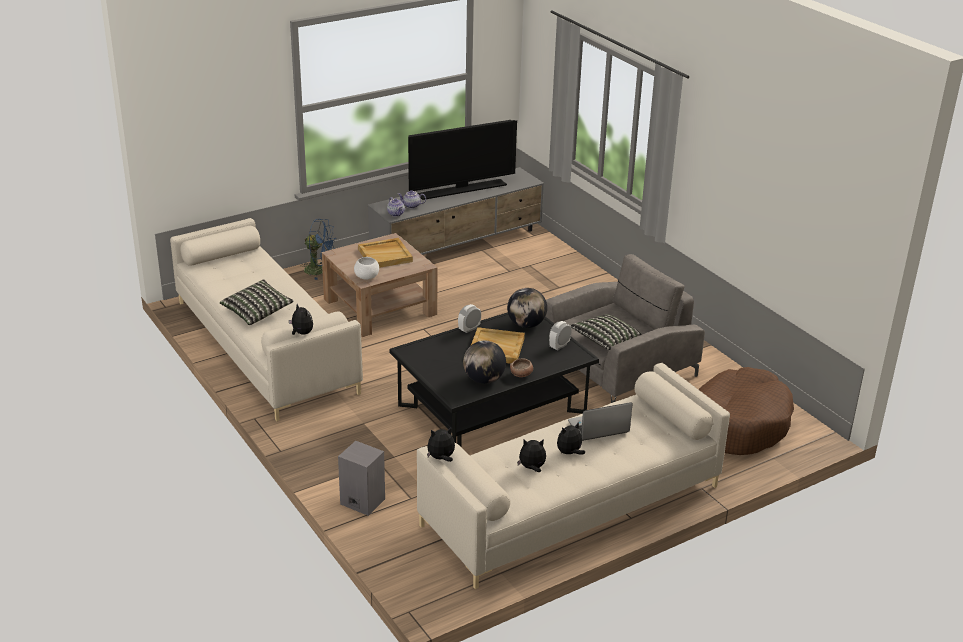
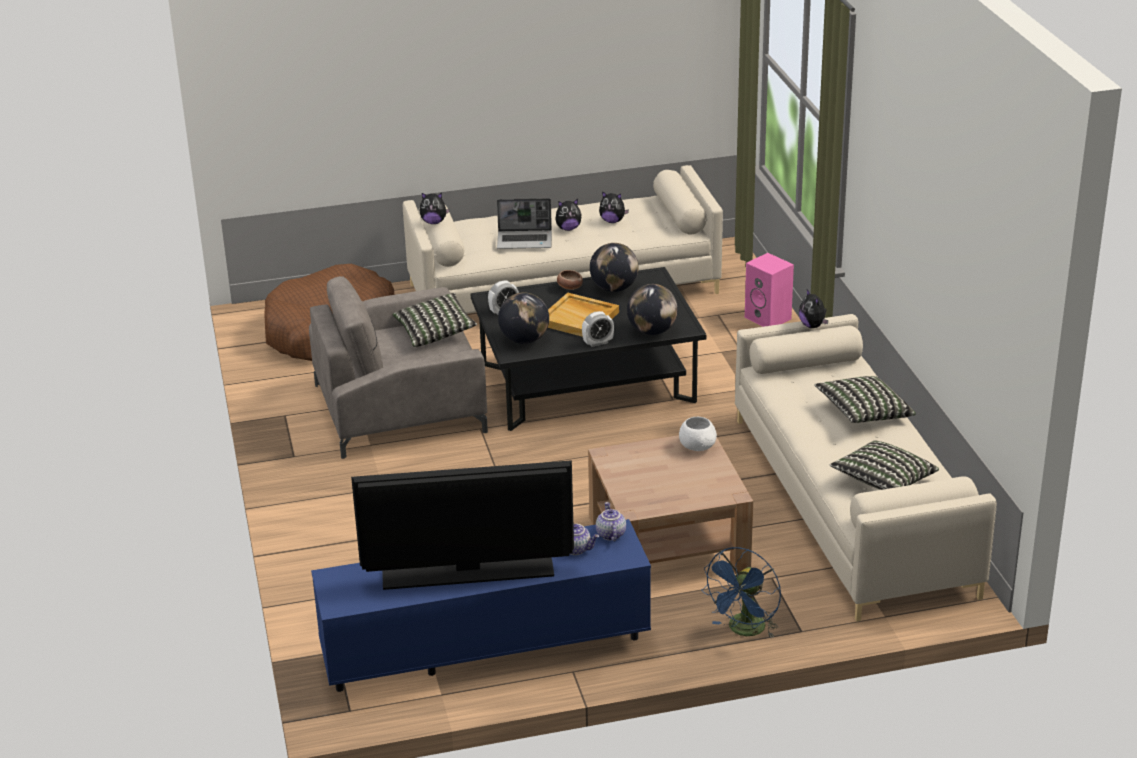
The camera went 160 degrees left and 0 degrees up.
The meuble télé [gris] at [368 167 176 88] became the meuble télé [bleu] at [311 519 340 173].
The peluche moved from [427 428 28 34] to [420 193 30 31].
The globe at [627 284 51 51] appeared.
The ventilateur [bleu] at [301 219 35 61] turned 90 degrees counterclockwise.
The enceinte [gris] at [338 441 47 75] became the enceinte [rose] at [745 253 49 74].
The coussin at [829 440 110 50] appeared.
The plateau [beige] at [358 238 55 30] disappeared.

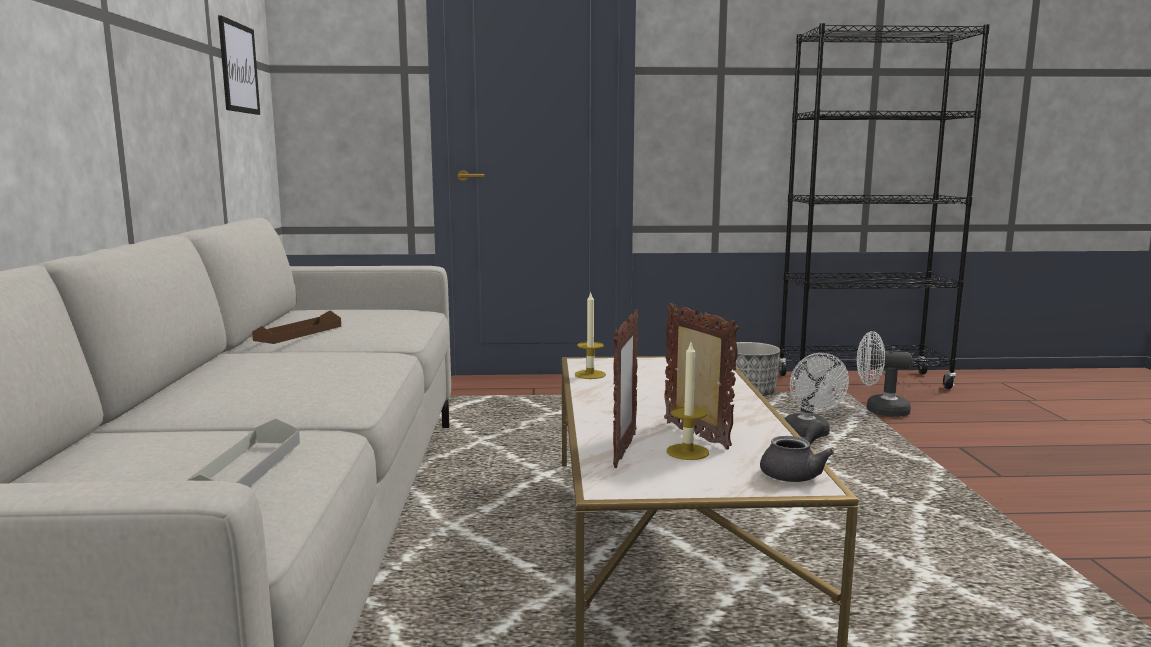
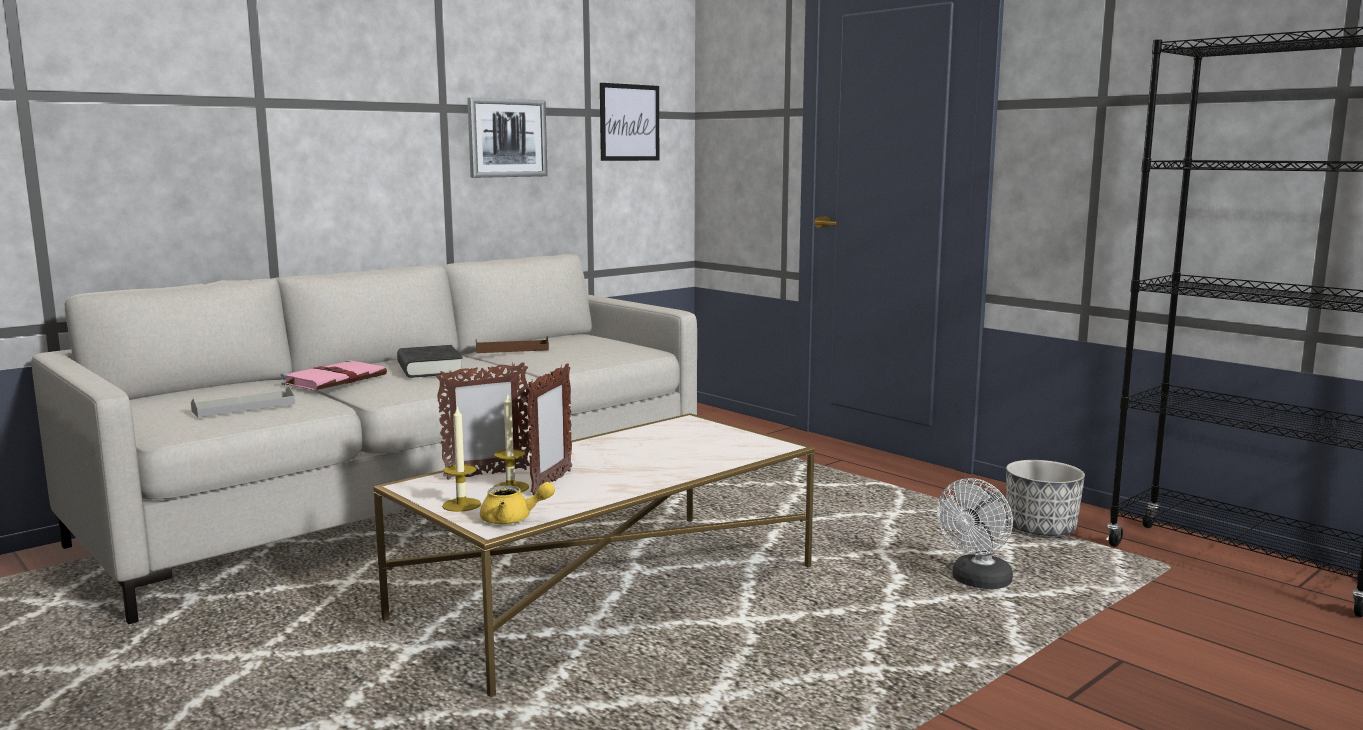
The camera went 50 degrees right and 0 degrees up.
The livre [rose] at [281 360 106 31] appeared.
The livre [noir] at [397 345 66 33] appeared.
The bougie moved from [575 291 31 88] to [442 407 39 105].
The tableau at [467 98 81 80] appeared.
The théière [gris] at [760 419 74 63] became the théière [jaune] at [480 482 75 42].
The ventilateur [blanc] at [857 331 55 86] disappeared.

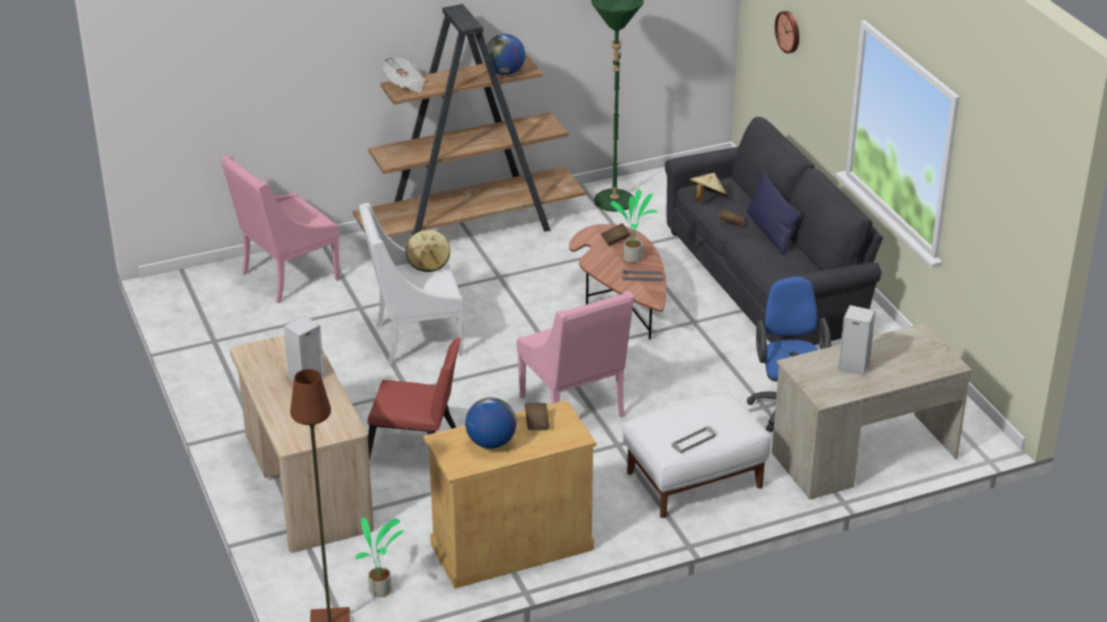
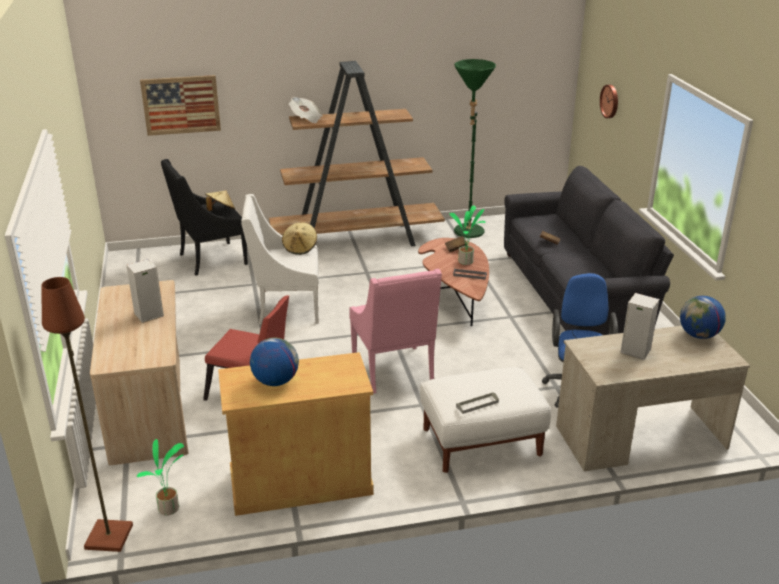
The camera went 10 degrees right and 5 degrees down.
The tableau at [140 75 81 61] appeared.
The fauteuil [rose] at [221 155 119 148] became the fauteuil [noir] at [161 159 87 117].
The chapeau [beige] moved from [689 173 39 29] to [205 190 30 21].
The globe moved from [487 34 39 41] to [680 296 46 43].
The livre [marron] at [525 403 25 27] disappeared.
The coussin [bleu] at [747 172 54 83] disappeared.

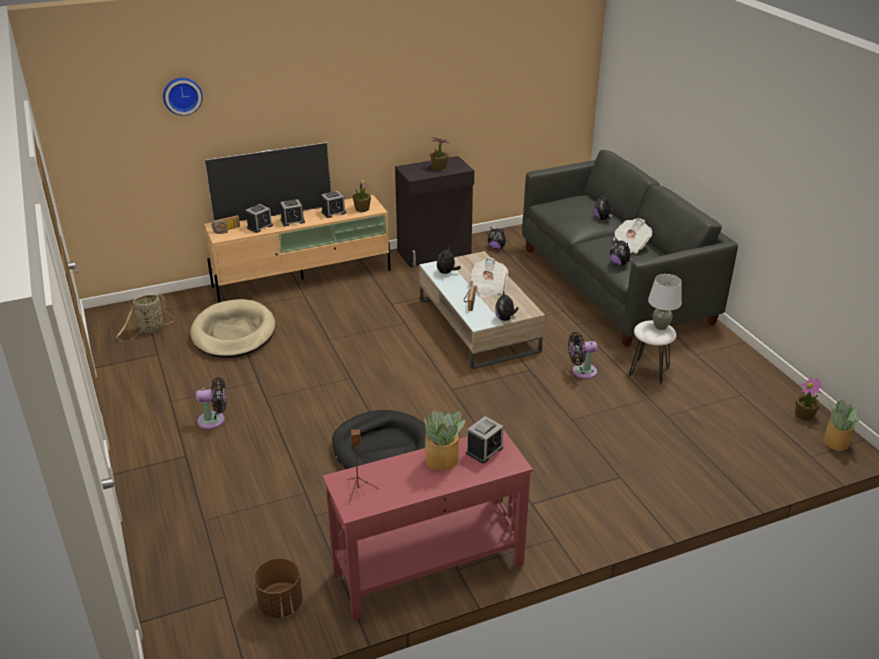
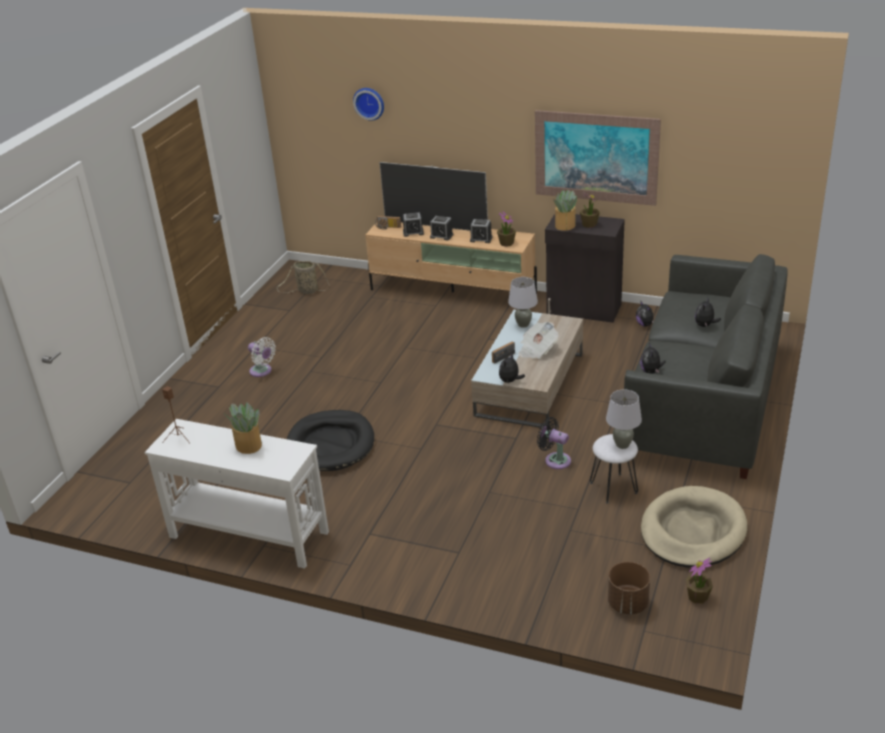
The camera went 45 degrees right and 0 degrees up.
The table console [rouge] at [323 429 210 191] became the table console [blanc] at [145 419 184 150].
The ventilateur [noir] at [196 377 30 52] became the ventilateur [blanc] at [248 337 28 40].
The peluche at [437 247 24 27] was replaced by the lampe de table [gris] at [508 277 30 51].
The tableau at [535 110 126 96] appeared.
The plante en pot moved from [824 399 37 52] to [553 190 24 41].
The cache-pot [marron] moved from [254 558 49 60] to [608 562 42 53].
The panier pour chien [beige] moved from [190 299 85 59] to [641 486 107 82].
The réveil at [466 416 38 47] disappeared.
The journal at [613 218 39 35] disappeared.

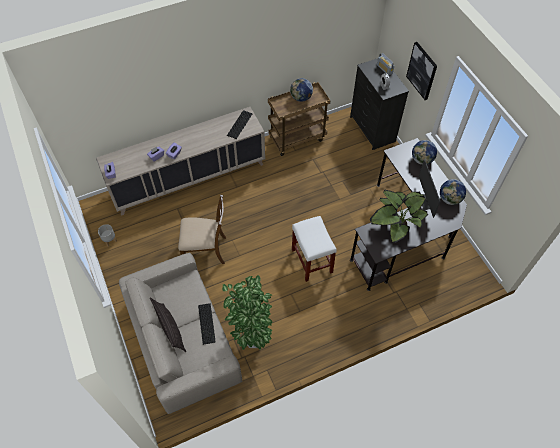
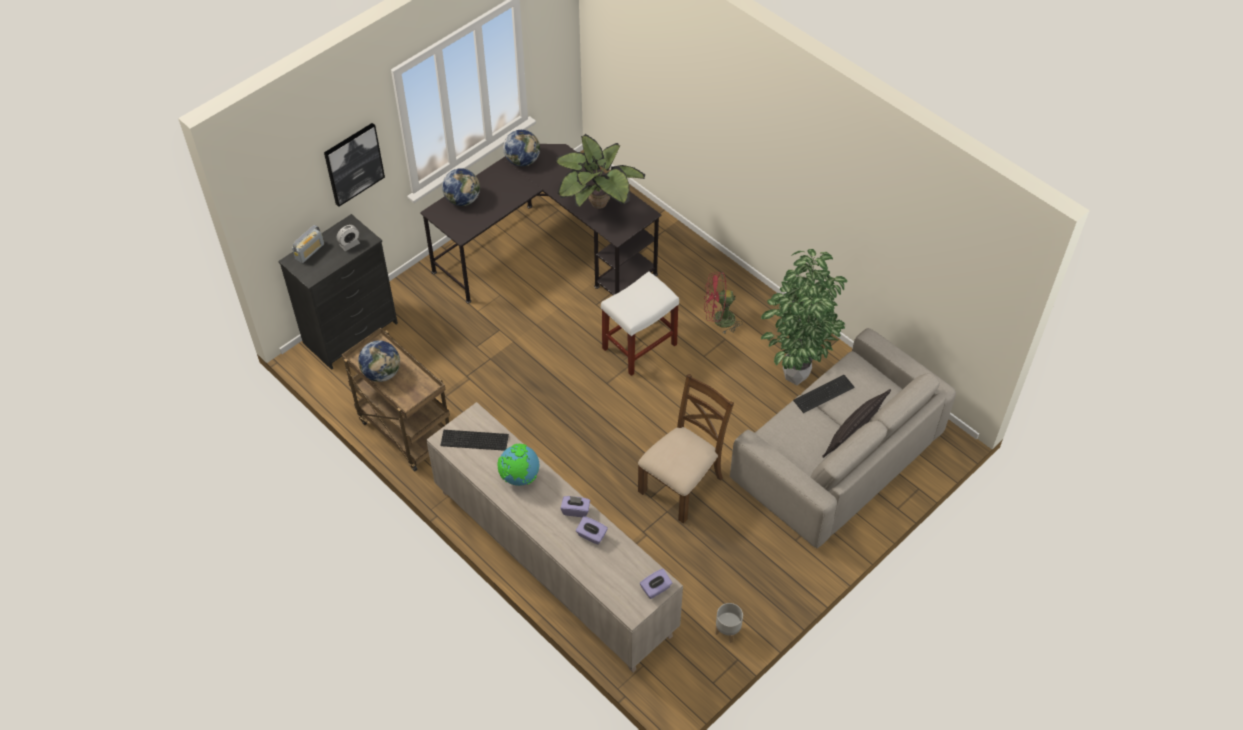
The camera went 110 degrees left and 5 degrees down.
The globe at [498 444 41 42] appeared.
The chaise [marron] at [178 195 48 69] turned 60 degrees clockwise.
The ventilateur [rouge] at [704 272 39 62] appeared.
The écran d'ordinateur at [419 159 22 59] disappeared.

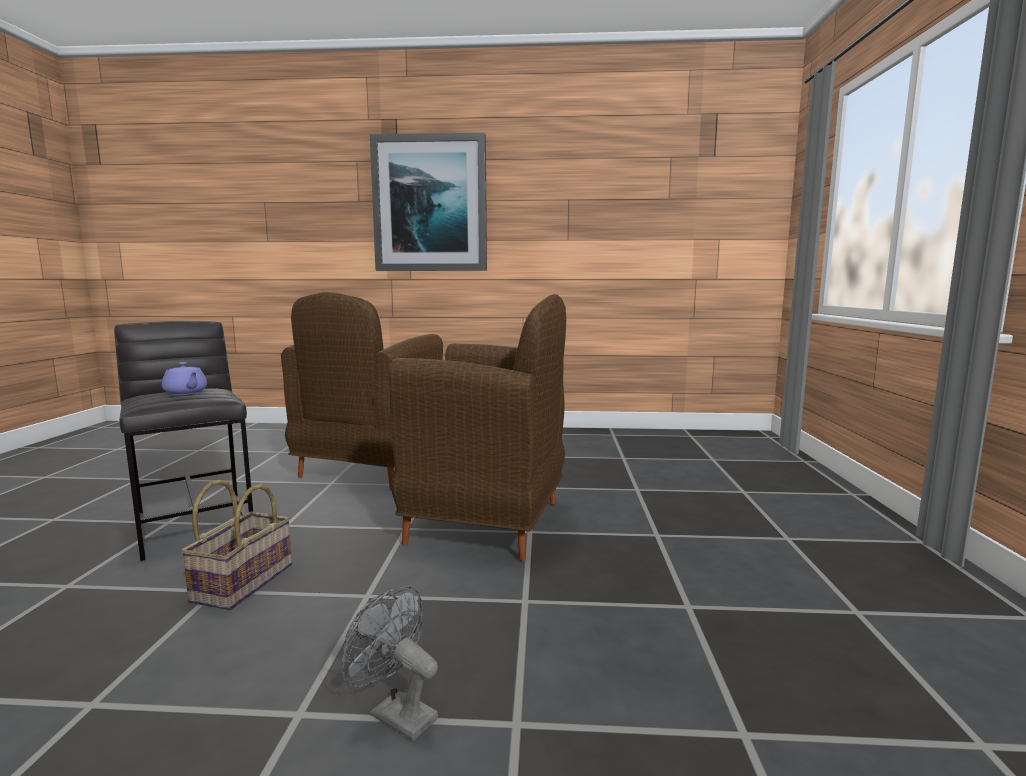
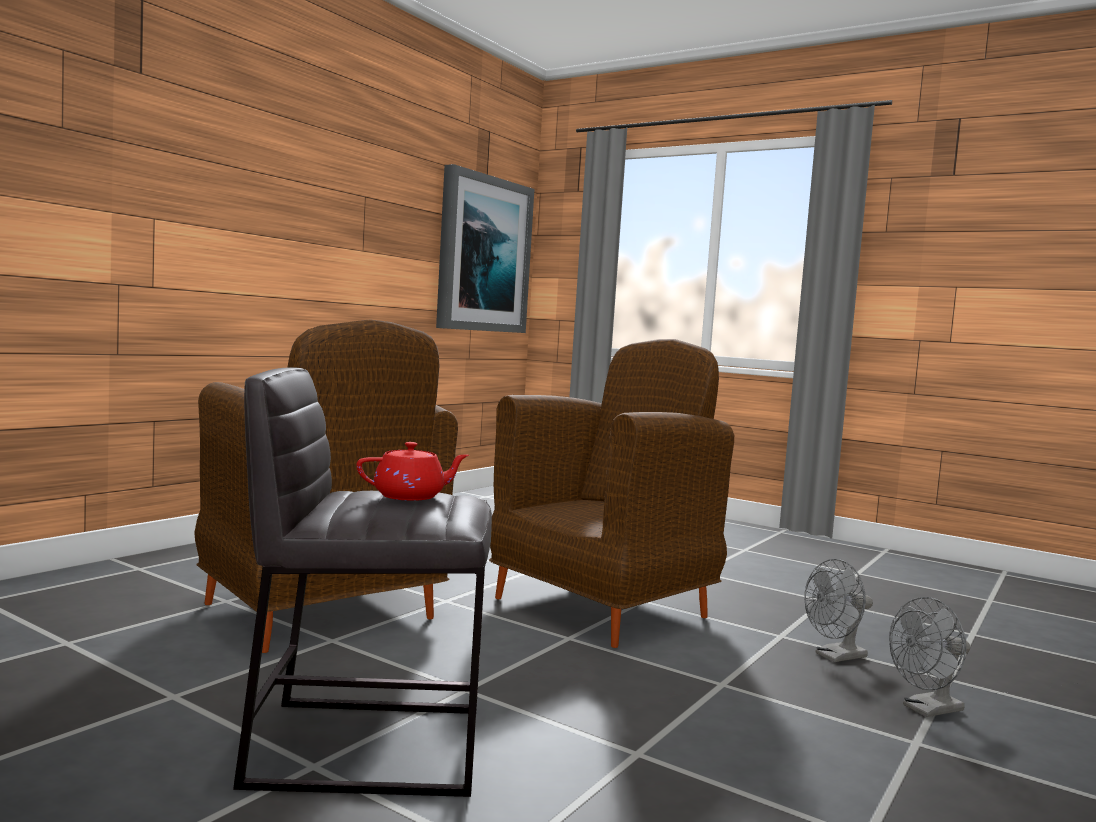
The camera went 60 degrees left and 5 degrees down.
The théière [violet] at [162 362 45 33] became the théière [rouge] at [356 442 113 59].
The tableau moved from [370 133 117 138] to [436 164 98 169].
The ventilateur [gris] at [804 559 69 103] appeared.
The panier at [181 480 111 130] disappeared.

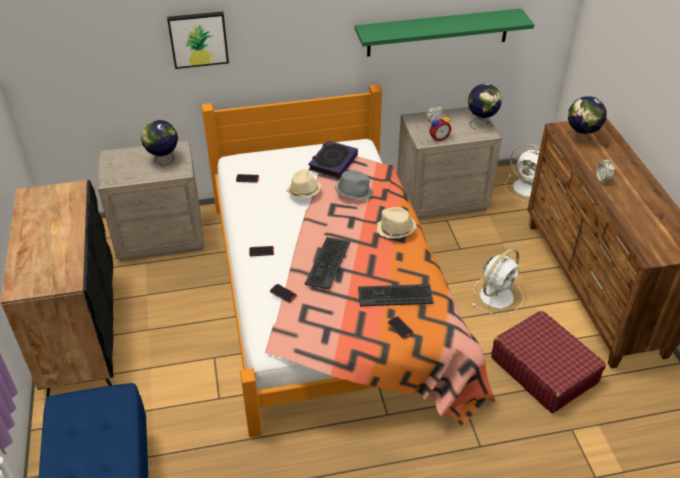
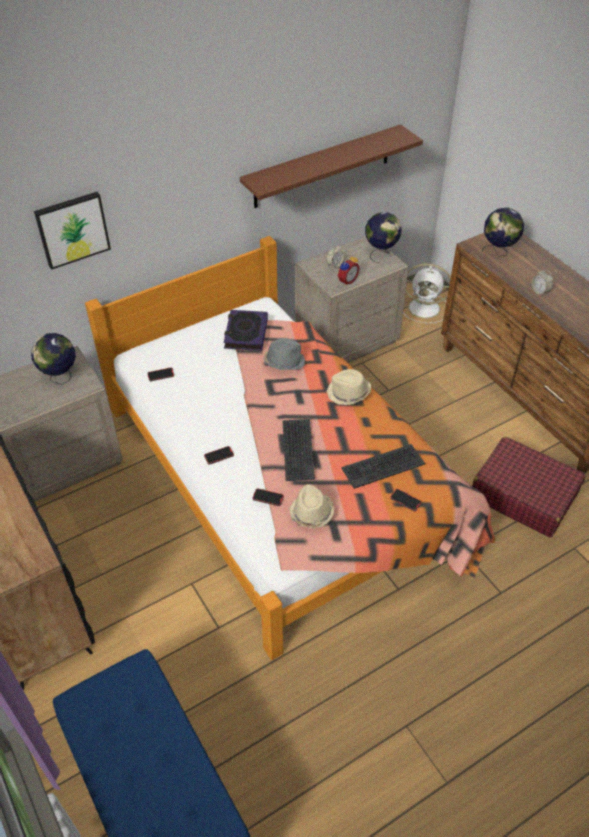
The camera went 20 degrees left and 5 degrees up.
The étagère [vert] at [355 8 180 49] became the étagère [marron] at [240 124 183 84].
The chapeau [beige] moved from [287 169 35 29] to [289 484 45 44].
The ventilateur [blanc] at [472 249 52 66] disappeared.

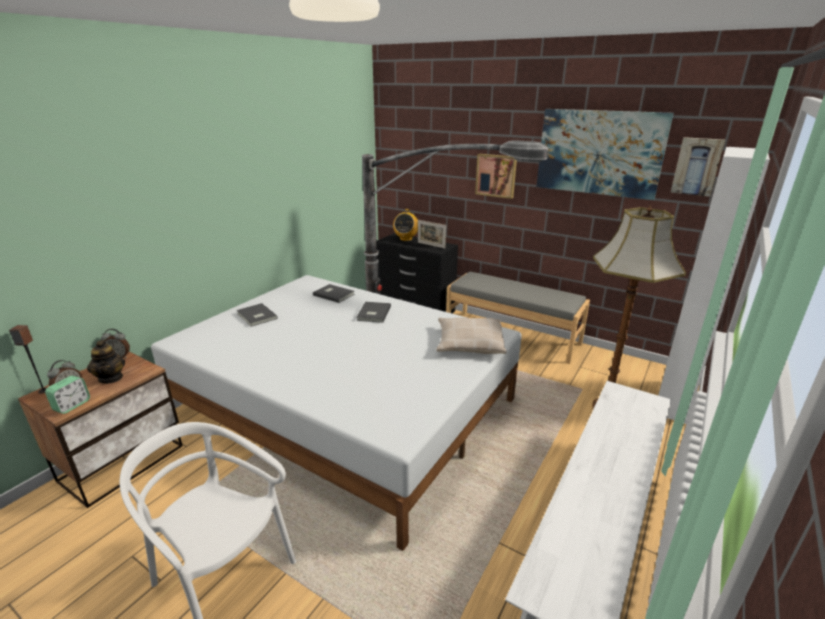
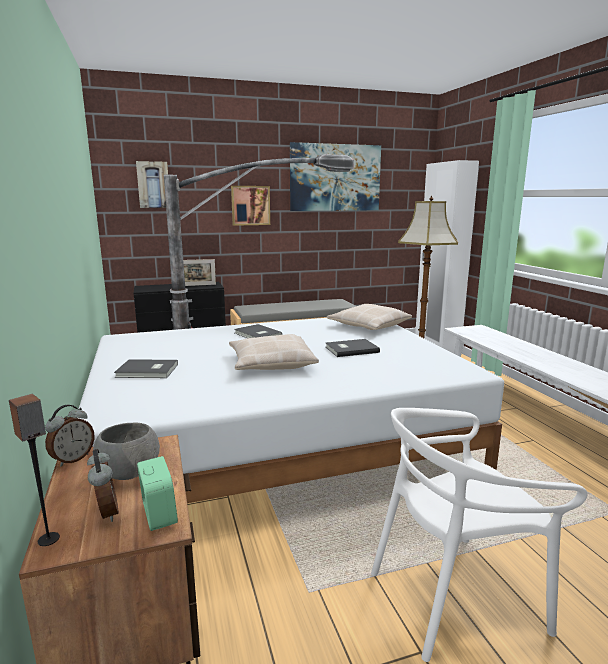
The camera went 50 degrees left and 10 degrees down.
The théière at [87 340 38 44] was replaced by the bol [gris] at [93 423 67 57].
The tableau moved from [670 137 55 60] to [136 161 32 47].
The coussin [beige] at [229 334 90 36] appeared.
The livre [gris] moved from [313 284 42 19] to [326 339 54 18].
The radio at [393 209 25 32] disappeared.

